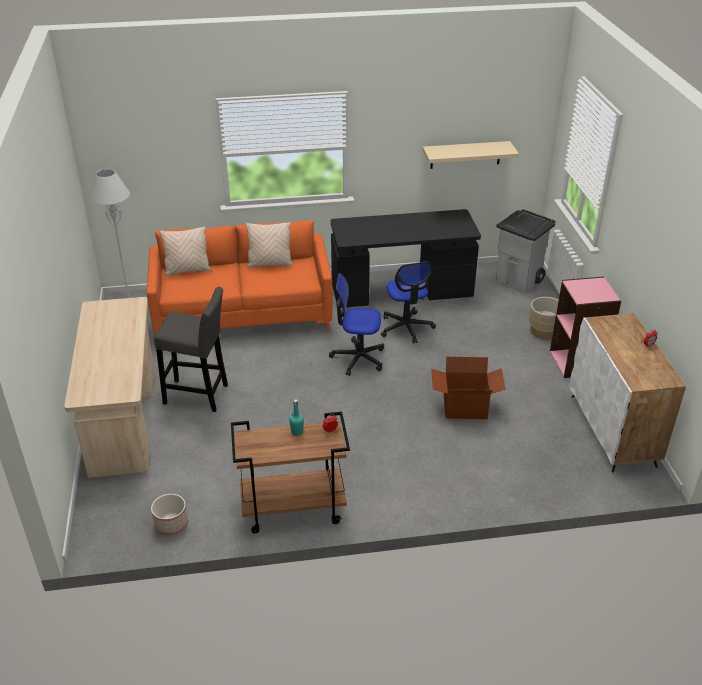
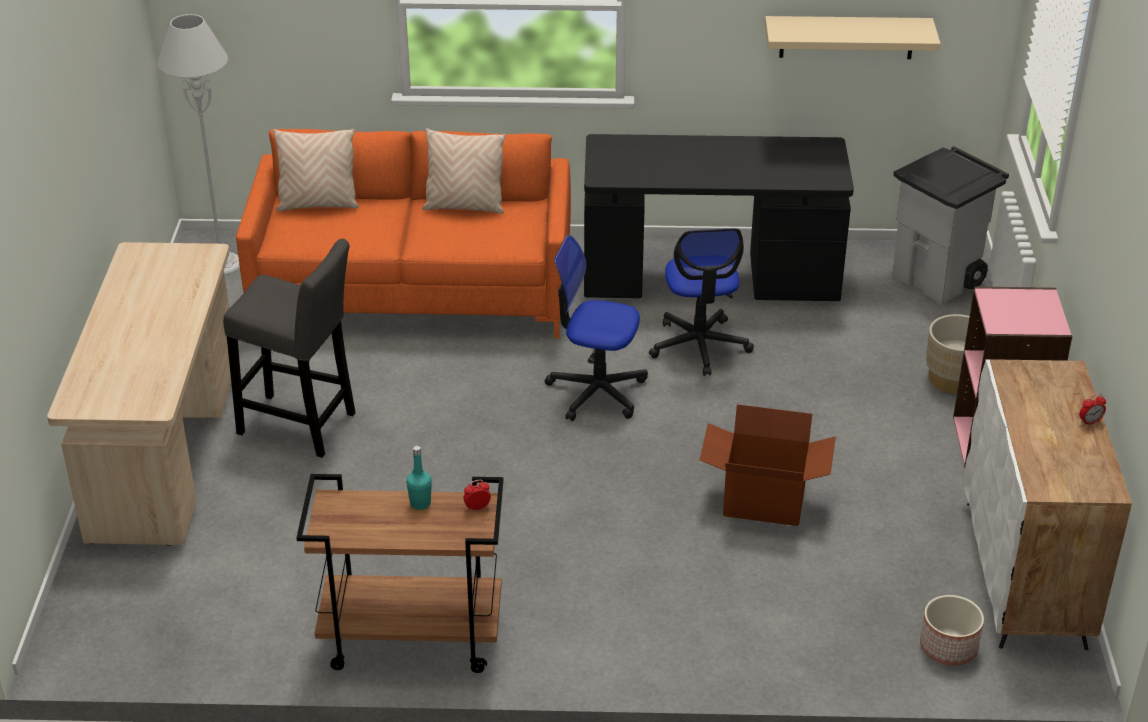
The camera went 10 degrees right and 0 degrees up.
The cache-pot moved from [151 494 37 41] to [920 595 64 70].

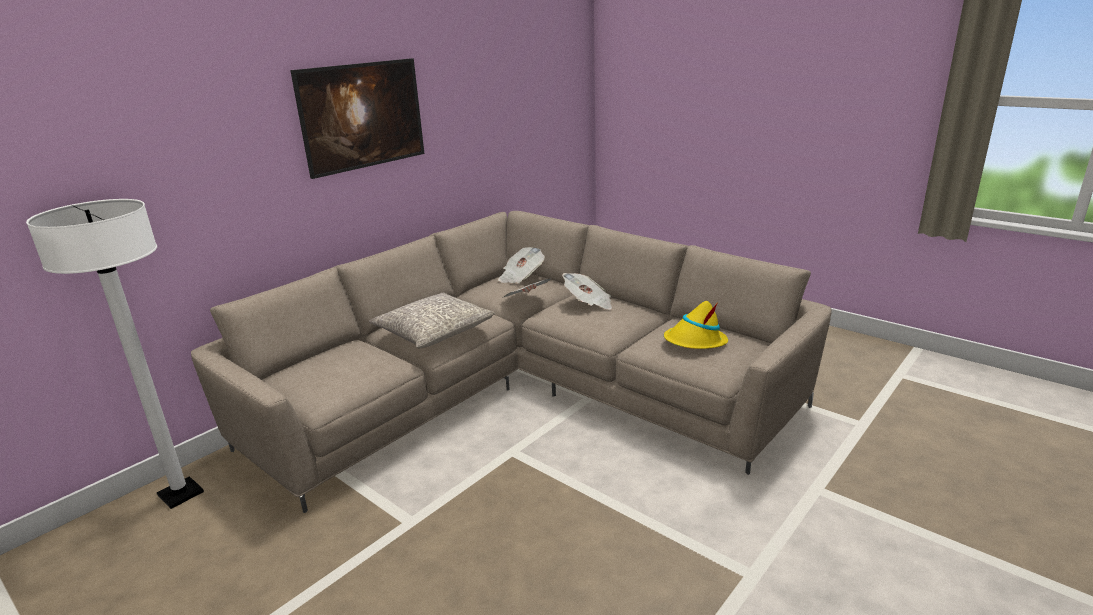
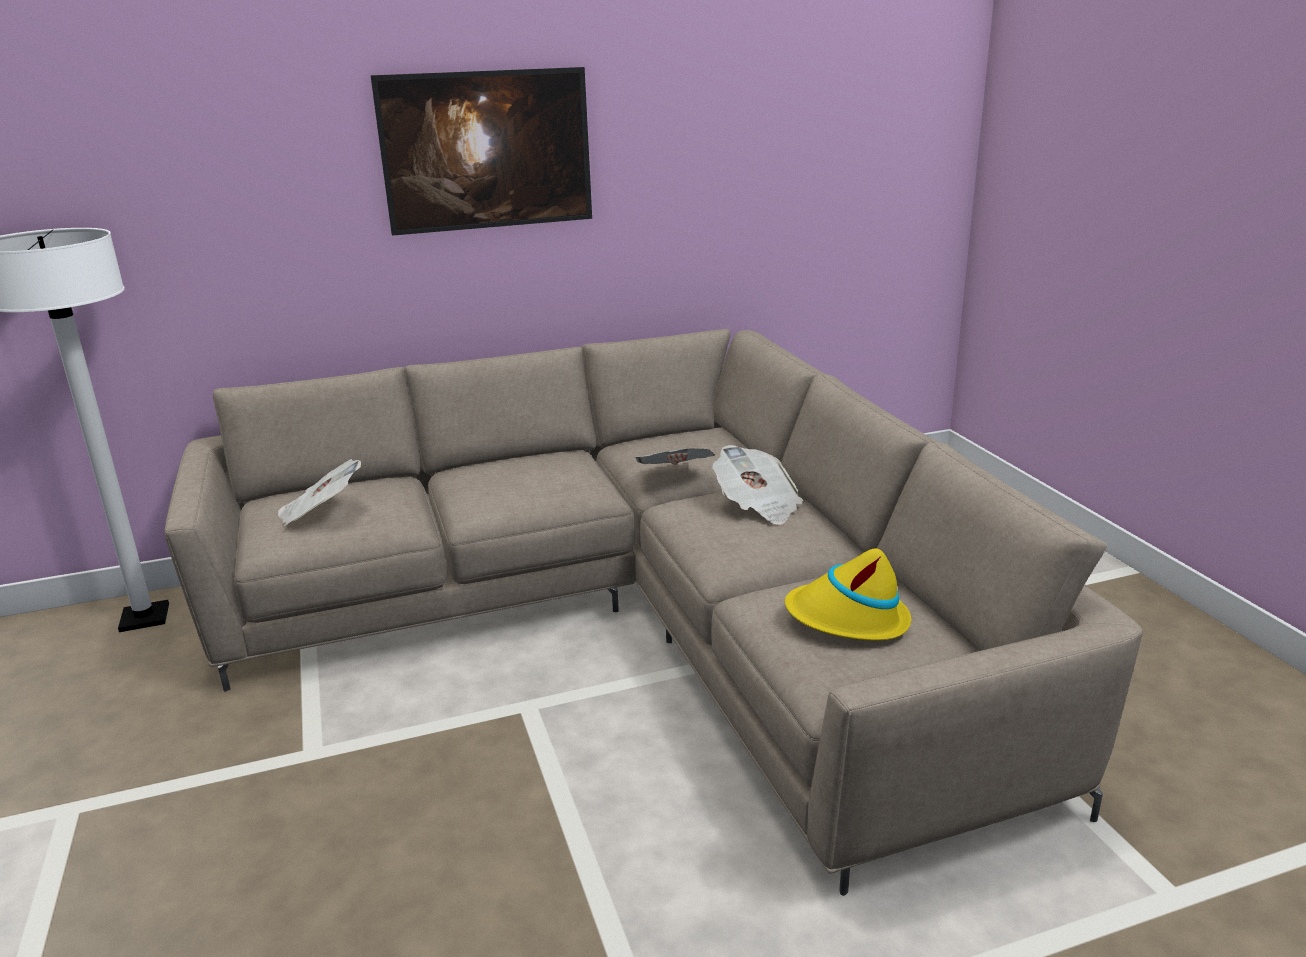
The camera went 30 degrees right and 0 degrees up.
The journal moved from [498 247 47 36] to [278 459 83 67].
The coussin [gris] at [369 293 126 55] disappeared.

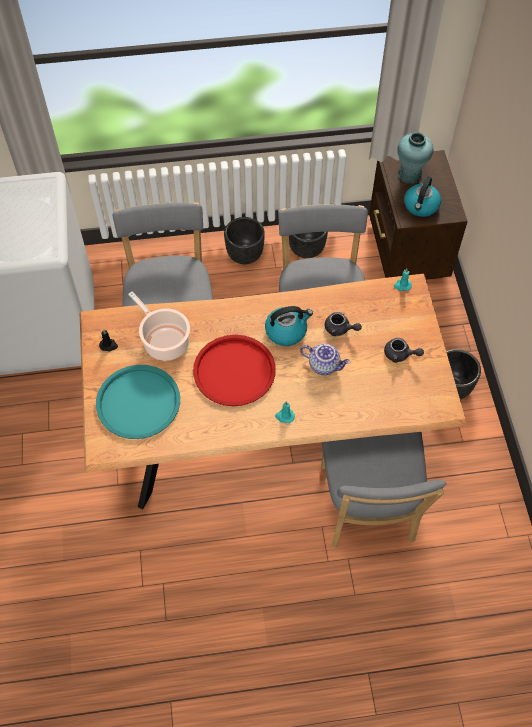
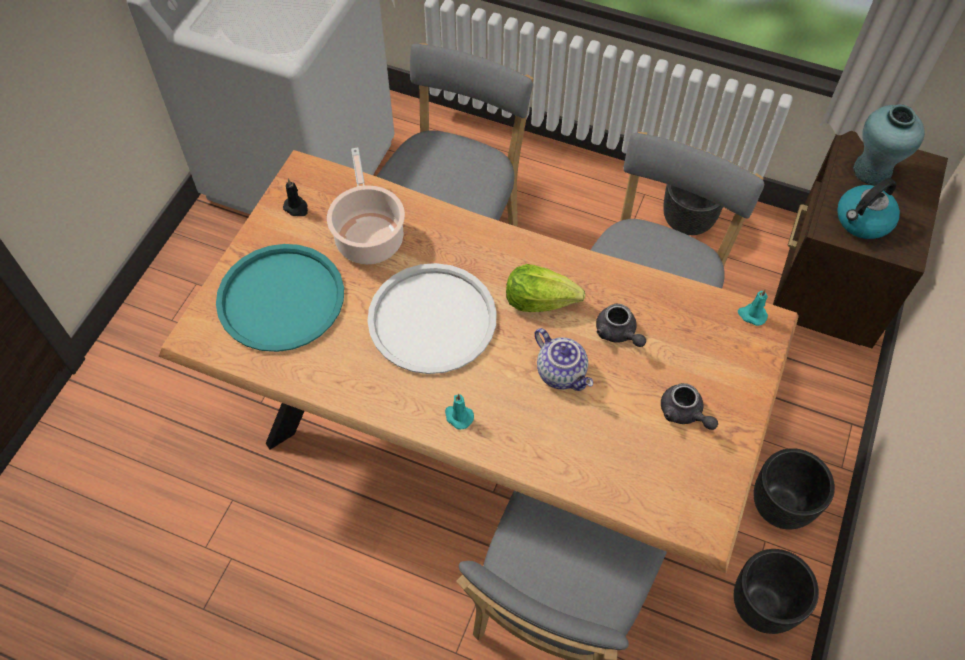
The camera went 30 degrees right and 0 degrees up.
The plateau [rouge] at [193 335 83 71] became the plateau [blanc] at [367 263 130 111].
The bouilloire at [265 306 48 40] was replaced by the laitue at [506 264 79 48].
The cache-pot [noir] moved from [224 217 41 47] to [734 549 85 85].

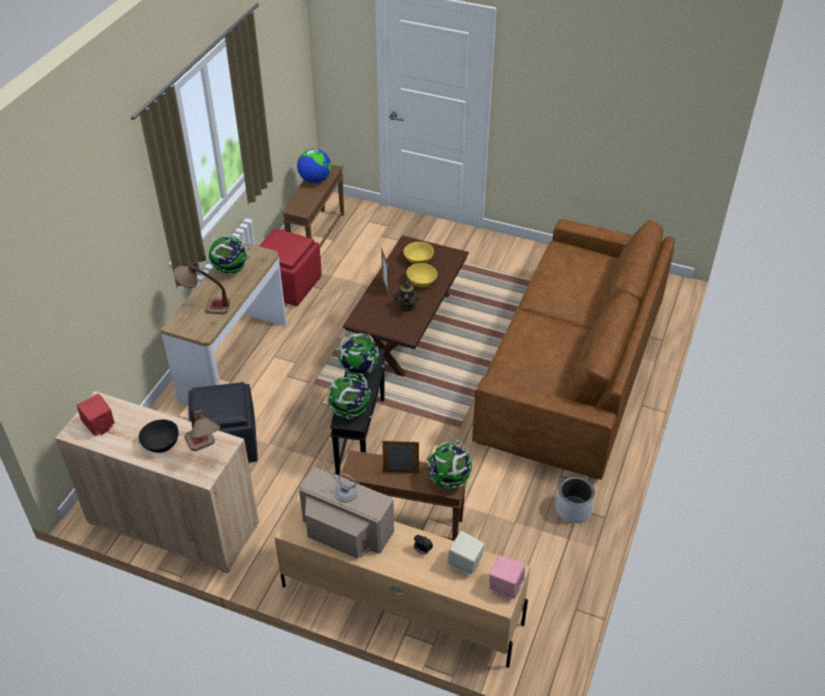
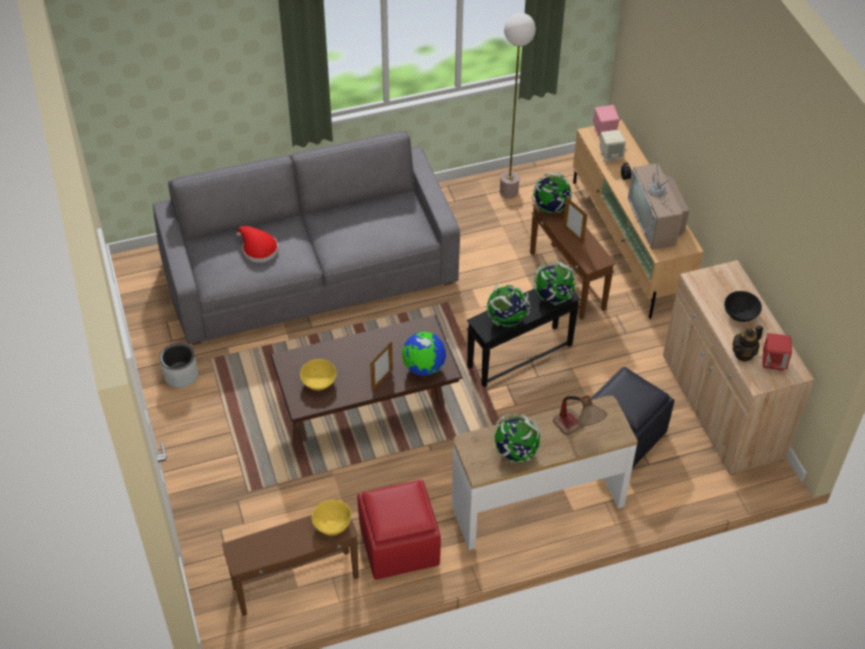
The camera went 130 degrees left and 5 degrees up.
The canapé [marron] at [472 219 203 261] became the canapé [gris] at [153 131 307 214].
The cache-pot [gris] moved from [556 476 39 47] to [160 343 38 45].
The chapeau [rouge] at [236 226 42 37] appeared.
The bol [jaune] moved from [406 263 32 24] to [312 500 40 36].
The globe moved from [297 149 34 34] to [402 332 44 44].
The lampadaire at [500 12 36 186] appeared.
The théière moved from [395 278 24 34] to [733 325 30 37].
The lampe de table at [184 408 37 43] disappeared.

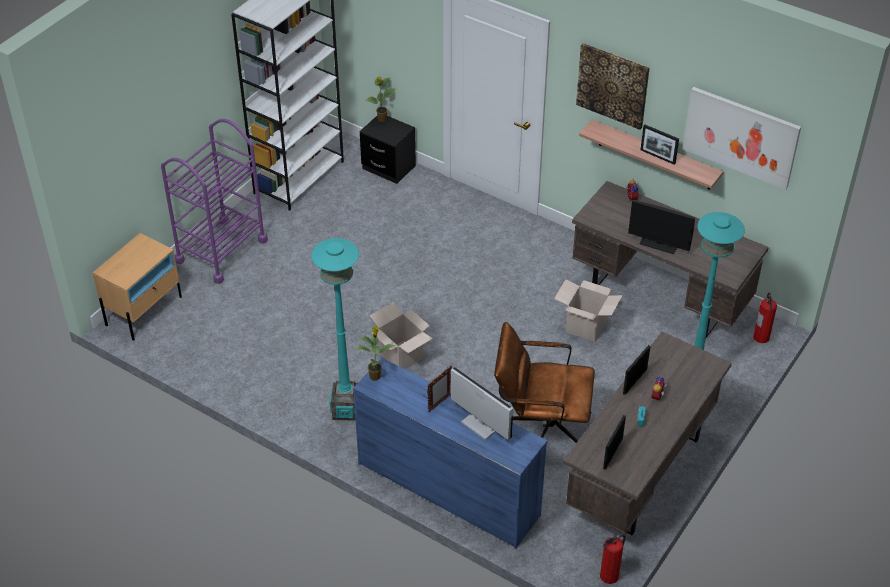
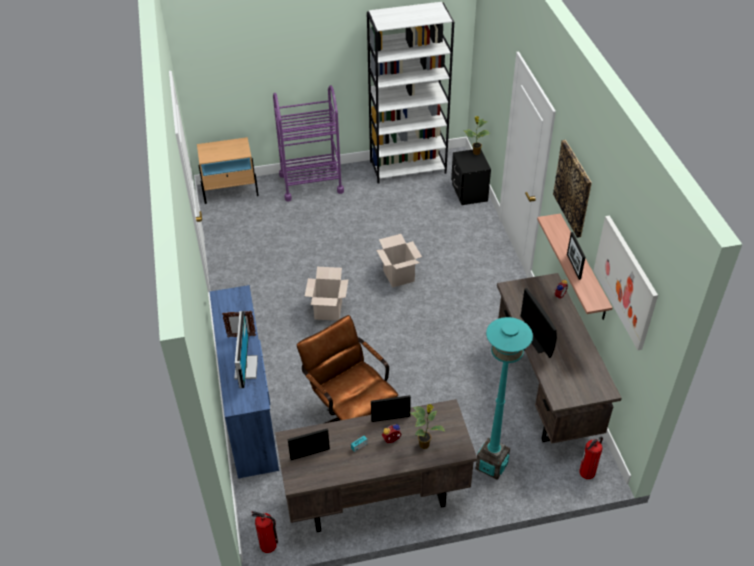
The camera went 45 degrees right and 0 degrees up.
The carton moved from [554 280 69 62] to [376 234 46 54].
The plante en pot moved from [355 326 41 55] to [409 404 36 45].
The lampadaire [turquoise] at [311 238 48 183] disappeared.

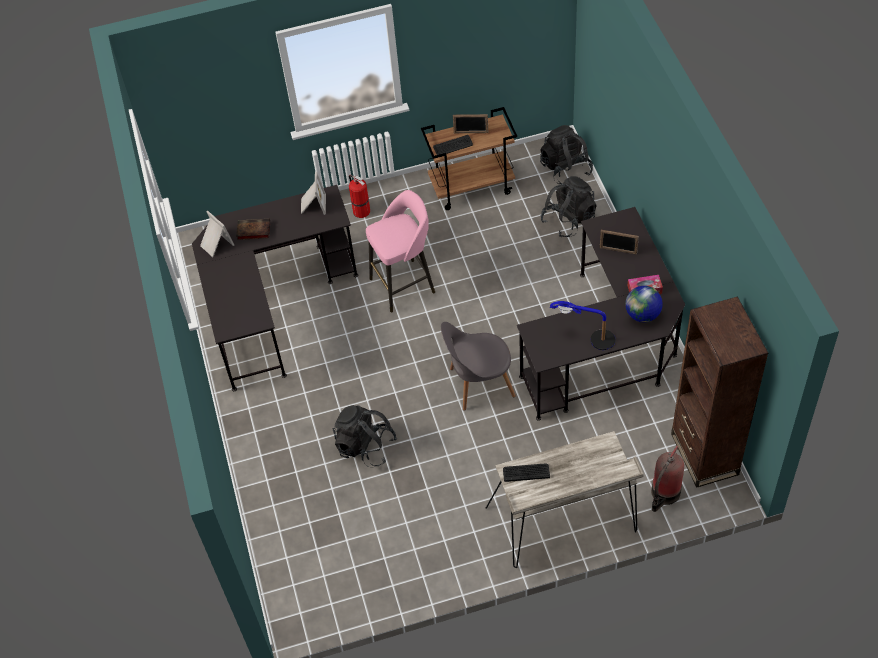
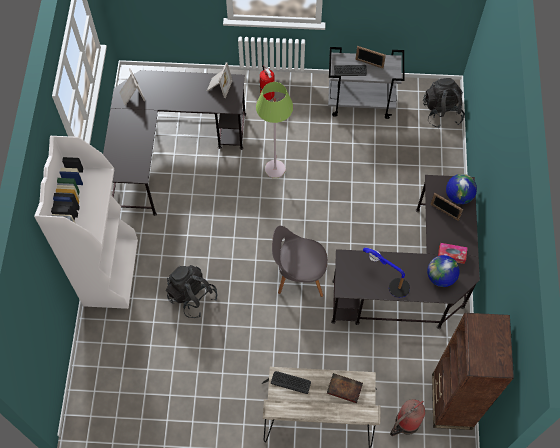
The camera went 15 degrees right and 10 degrees up.
The bibliothèque [blanc] at [34 136 104 173] appeared.
The tabouret [rose] at [366 190 69 122] was replaced by the lampadaire [vert] at [256 82 37 97].
The livre moved from [236 219 34 21] to [327 373 36 30].
The chariot [marron] at [421 107 96 103] became the chariot [gris] at [328 47 76 72].
The globe at [446 174 31 30] appeared.
The sac à dos [noir] at [541 176 56 61] disappeared.

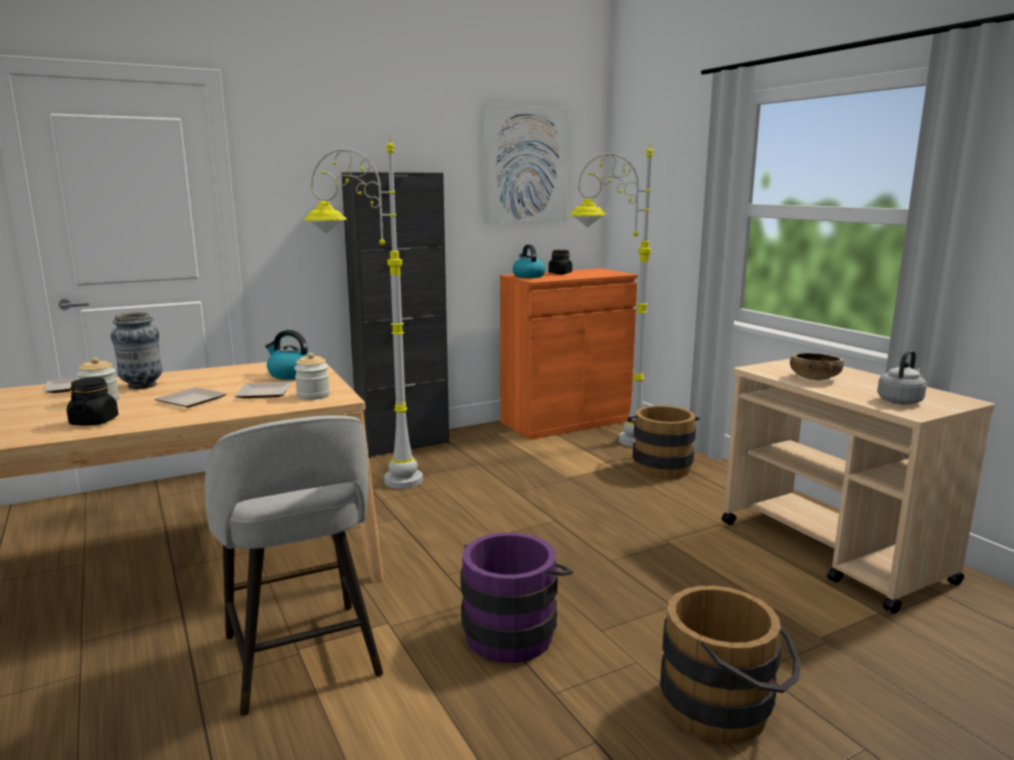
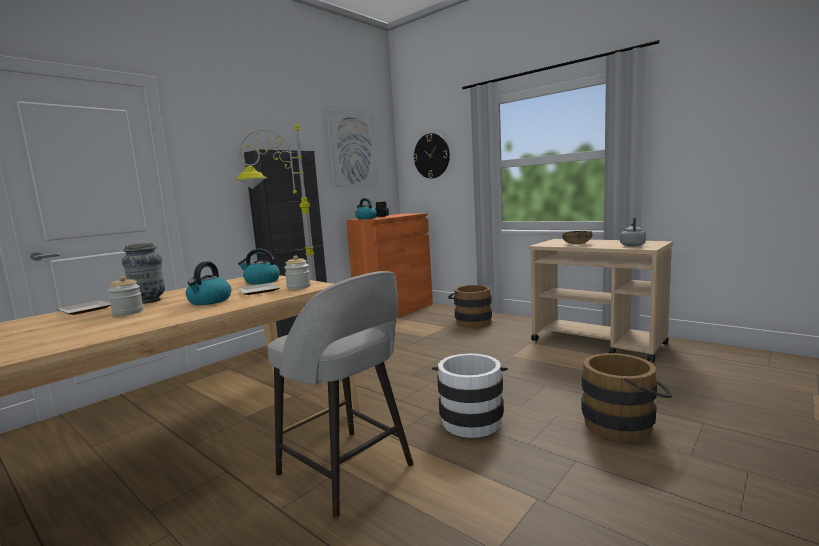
The camera went 20 degrees left and 5 degrees down.
The assiette at [155 387 71 20] was replaced by the bouilloire at [186 261 45 44].
The horloge murale at [413 133 37 45] appeared.
The seau [violet] at [460 532 113 131] became the seau [blanc] at [432 353 76 85].
The bocal [noir] at [67 377 51 48] disappeared.
The lampadaire [gris] at [569 142 84 305] disappeared.

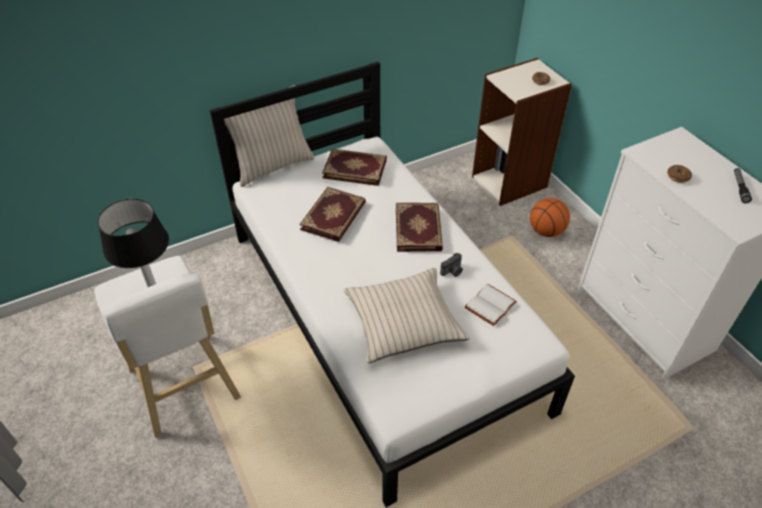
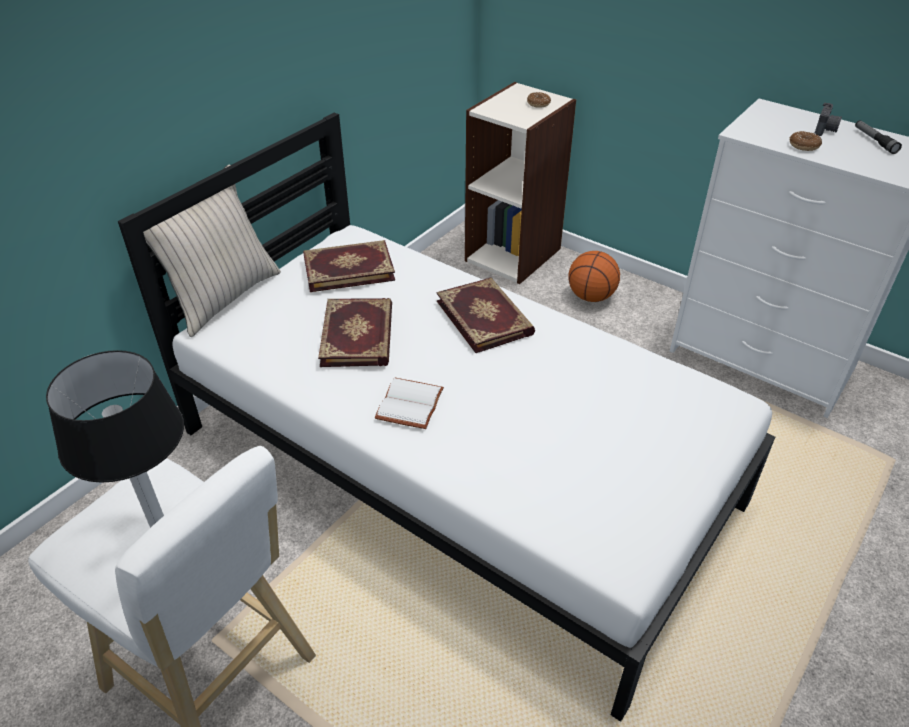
The camera went 25 degrees left and 5 degrees down.
The livre [blanc] moved from [465 284 52 42] to [375 378 69 51].
The appareil photo moved from [440 253 23 24] to [815 103 27 33].
The coussin [beige] at [344 268 126 95] disappeared.

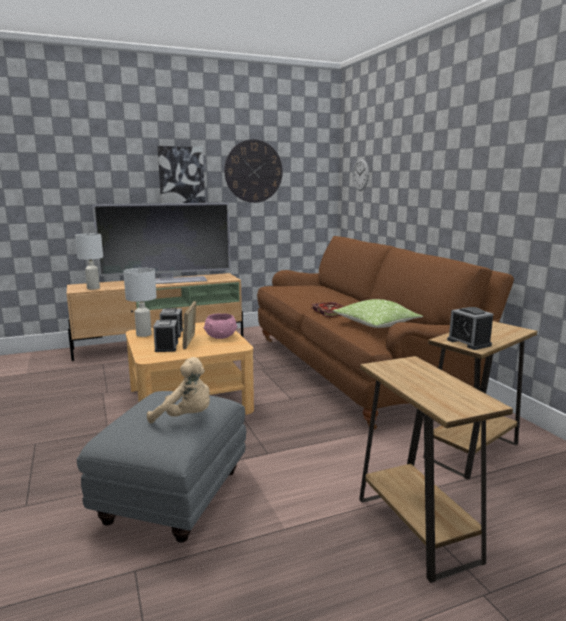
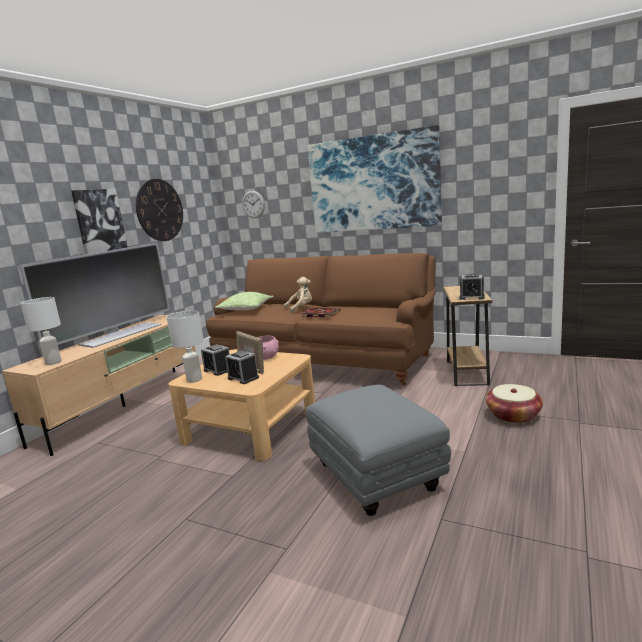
The camera went 40 degrees left and 0 degrees up.
The coussin moved from [332 299 91 29] to [215 292 58 18].
The peluche [beige] moved from [147 357 63 67] to [284 277 28 36].
The tableau at [307 125 135 108] appeared.
The table d'appoint [marron] at [359 356 154 227] was replaced by the panier at [486 384 57 39].

